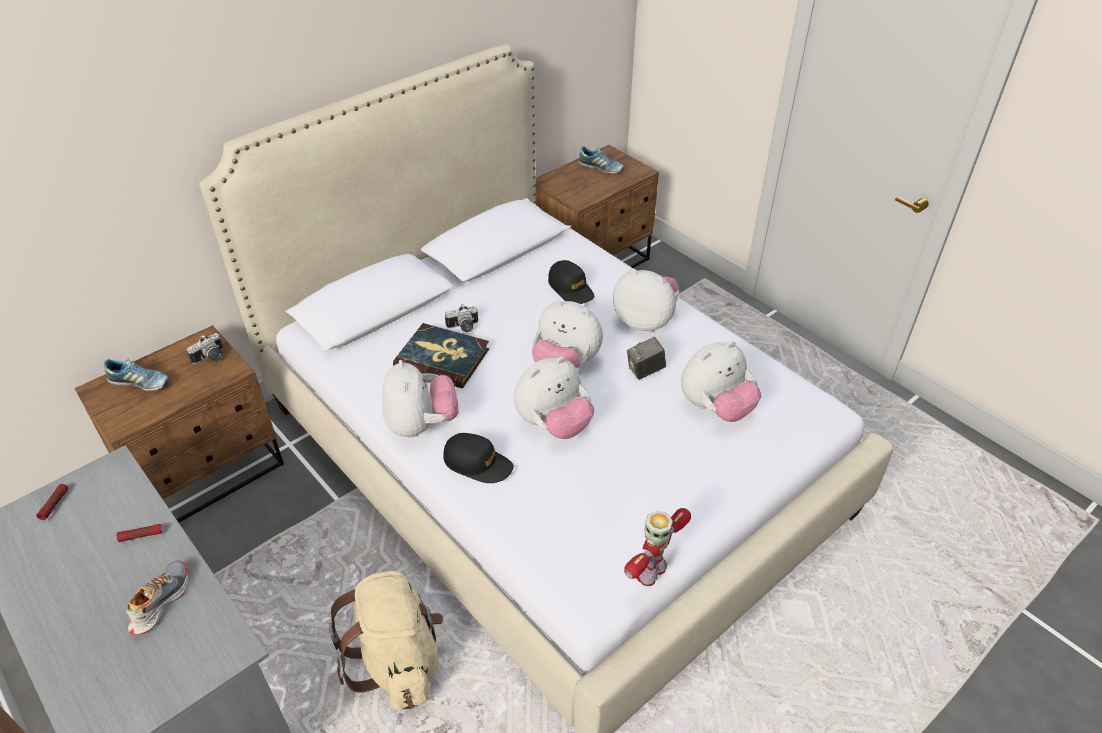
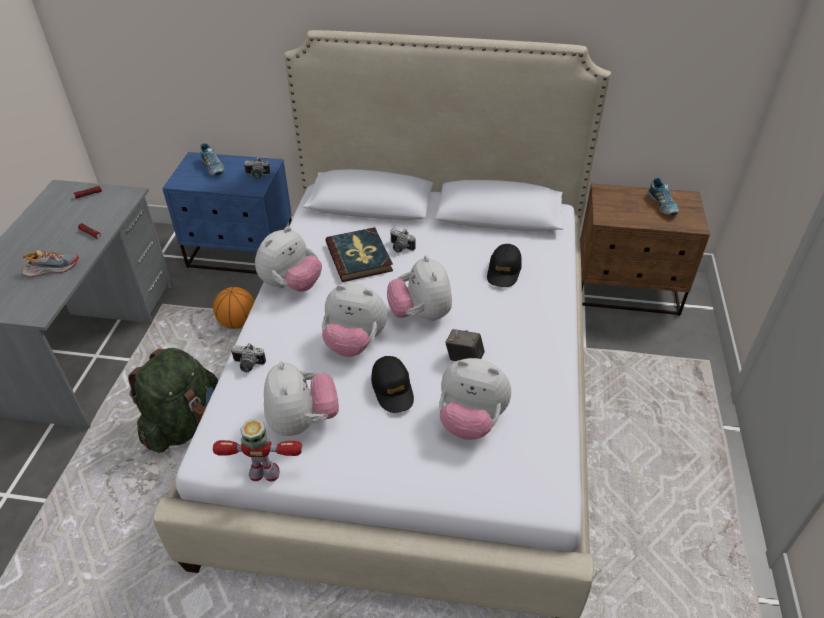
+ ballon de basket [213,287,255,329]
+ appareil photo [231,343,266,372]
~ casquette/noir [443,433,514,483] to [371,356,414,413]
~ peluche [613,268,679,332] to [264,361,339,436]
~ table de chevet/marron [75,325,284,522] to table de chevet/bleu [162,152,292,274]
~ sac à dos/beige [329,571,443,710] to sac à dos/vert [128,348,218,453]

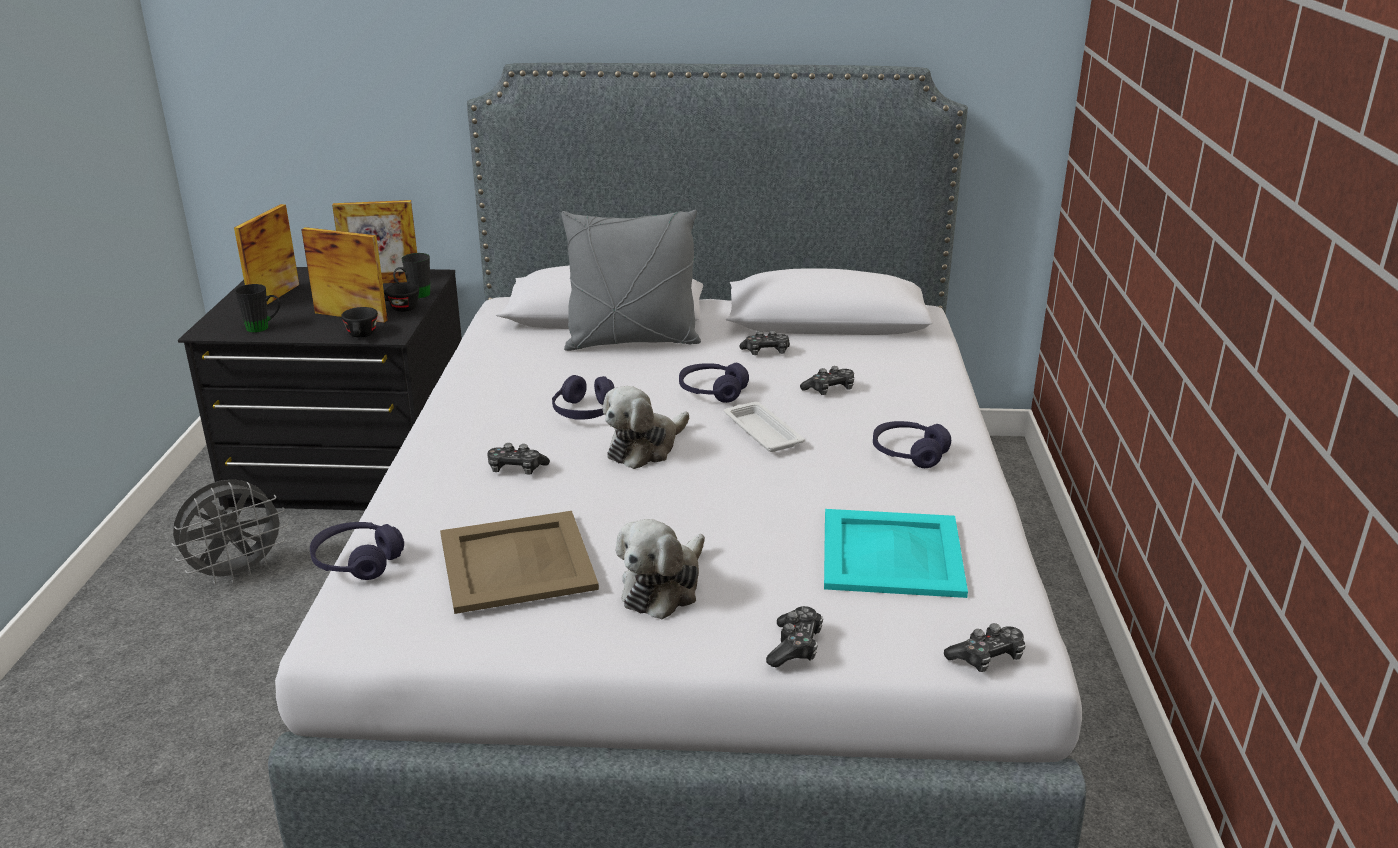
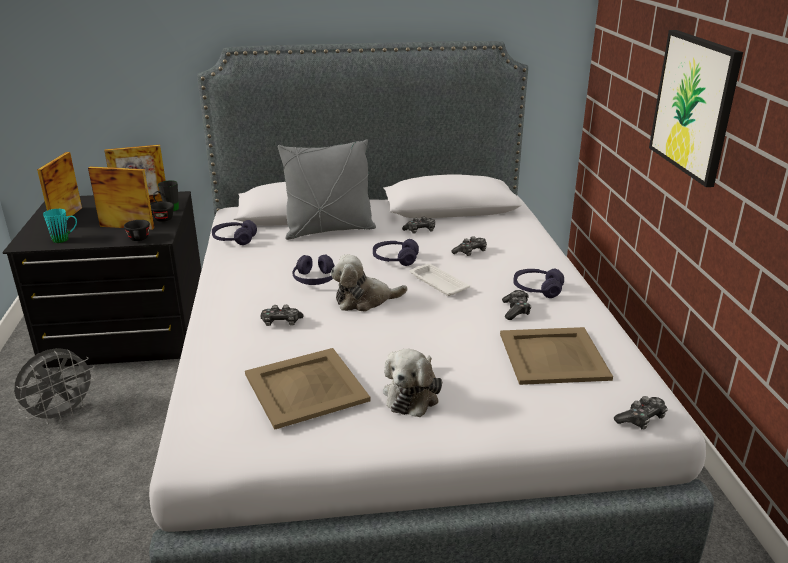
+ tableau [649,30,743,187]
~ casque audio/violet [310,522,404,580] to [212,220,257,245]
~ manette [766,606,823,668] to [502,290,531,320]
~ mug/noir [235,284,280,333] to mug/turquoise [43,209,77,243]
~ plateau/turquoise [824,509,968,598] to plateau/beige [500,327,613,385]
~ peluche [603,386,689,469] = [330,254,407,312] 45 degrees clockwise

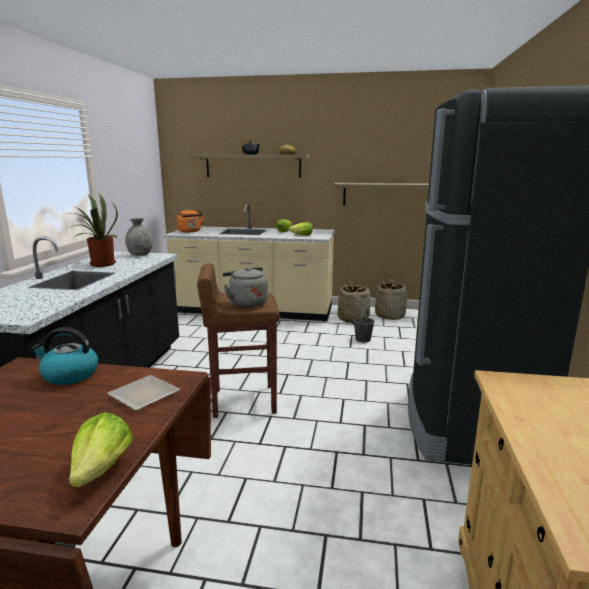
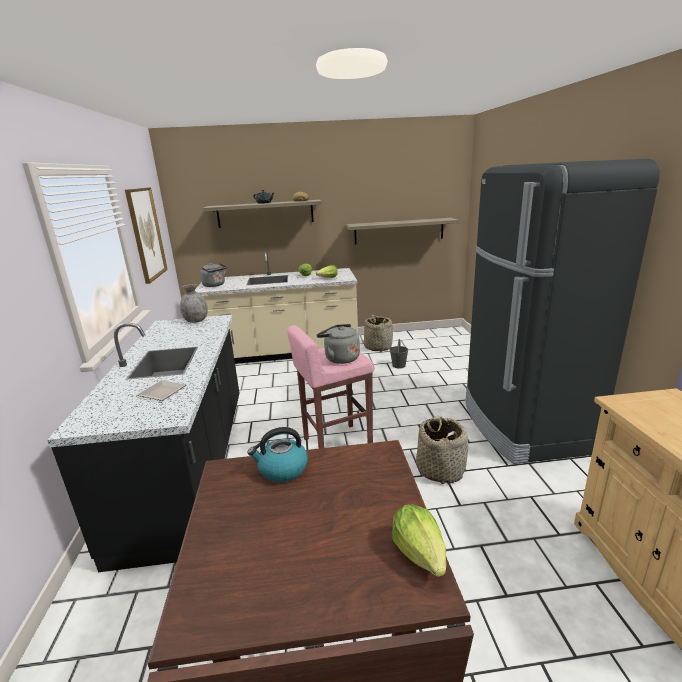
- plante en pot [70,194,118,267]
+ tableau [125,187,168,284]
~ assiette [107,375,181,411] to [137,380,186,401]
~ panier [375,279,408,320] to [416,416,468,484]
~ bouilloire/orange [177,209,204,232] to bouilloire/gris [200,263,227,287]
~ tabouret/marron [197,263,280,418] to tabouret/rose [287,325,374,449]

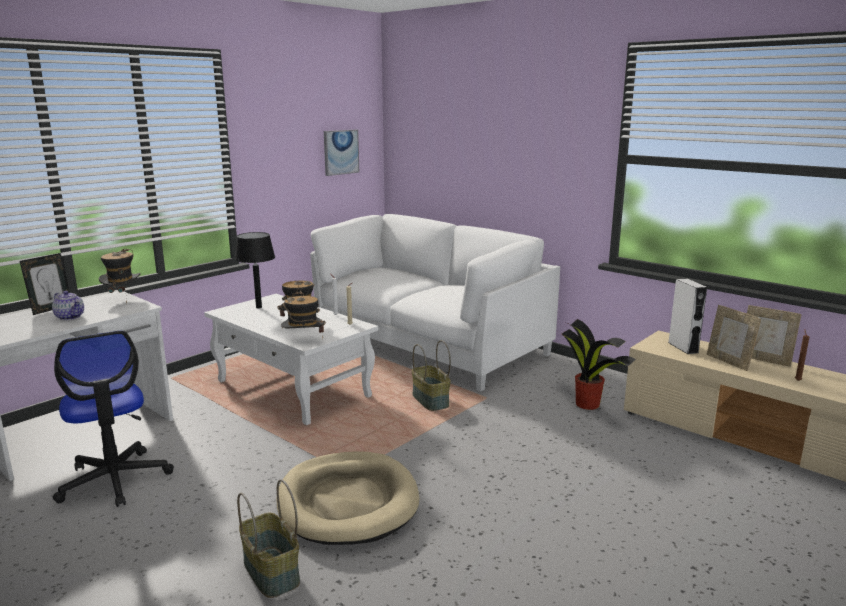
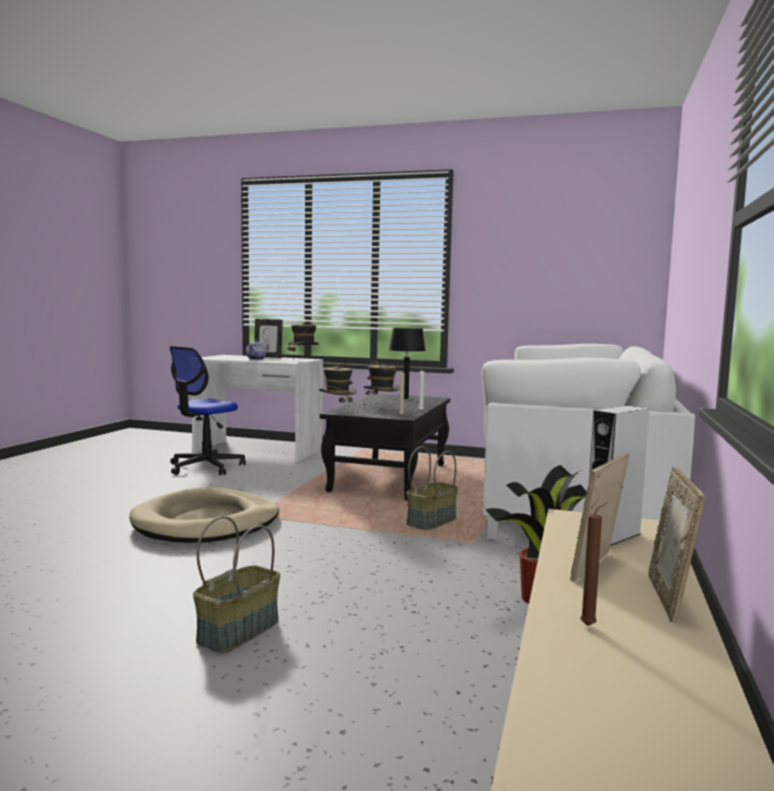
- tableau [324,130,359,176]
~ panier [237,479,300,598] to [193,516,280,653]
~ table basse/blanc [204,294,378,425] to table basse/noir [320,394,450,500]

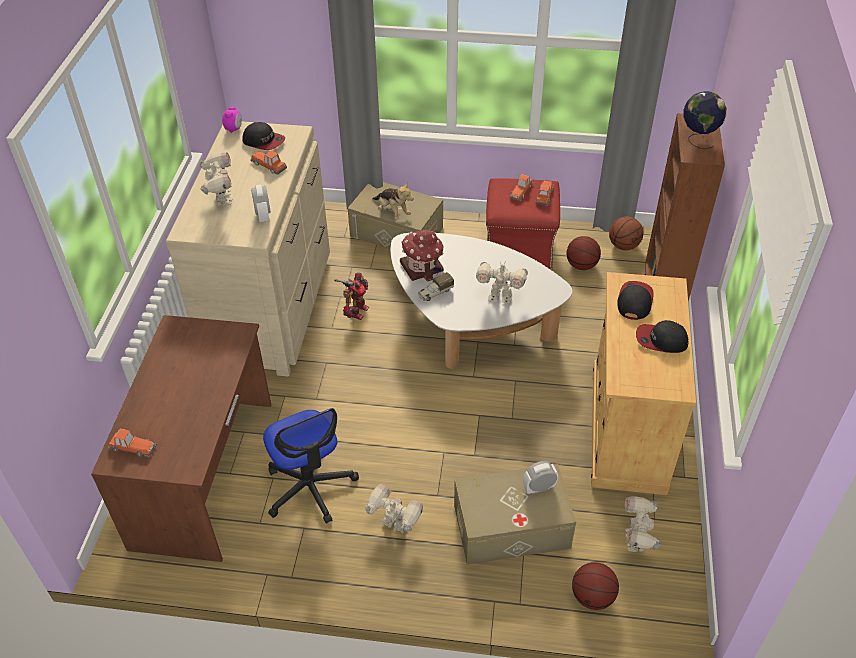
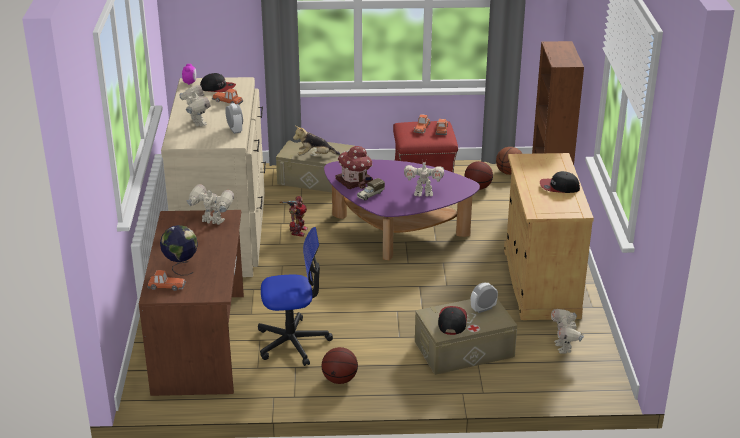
~ robot jouet [364,484,423,533] to [186,184,234,225]
~ ballon de basket [572,562,619,610] to [321,347,358,384]
~ casquette [617,281,654,320] to [438,306,467,335]
~ globe [684,91,726,149] to [160,225,198,276]
~ table basse/blanc [391,233,572,369] to table basse/violet [324,160,480,260]
~ chaise de bureau [263,408,359,524] = [258,227,333,366] 60 degrees counterclockwise
~ peluche [372,182,414,220] = [293,126,340,156] 135 degrees clockwise

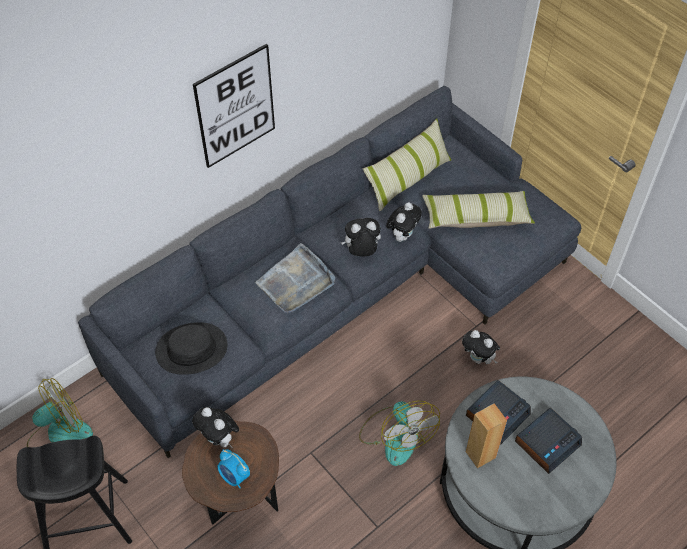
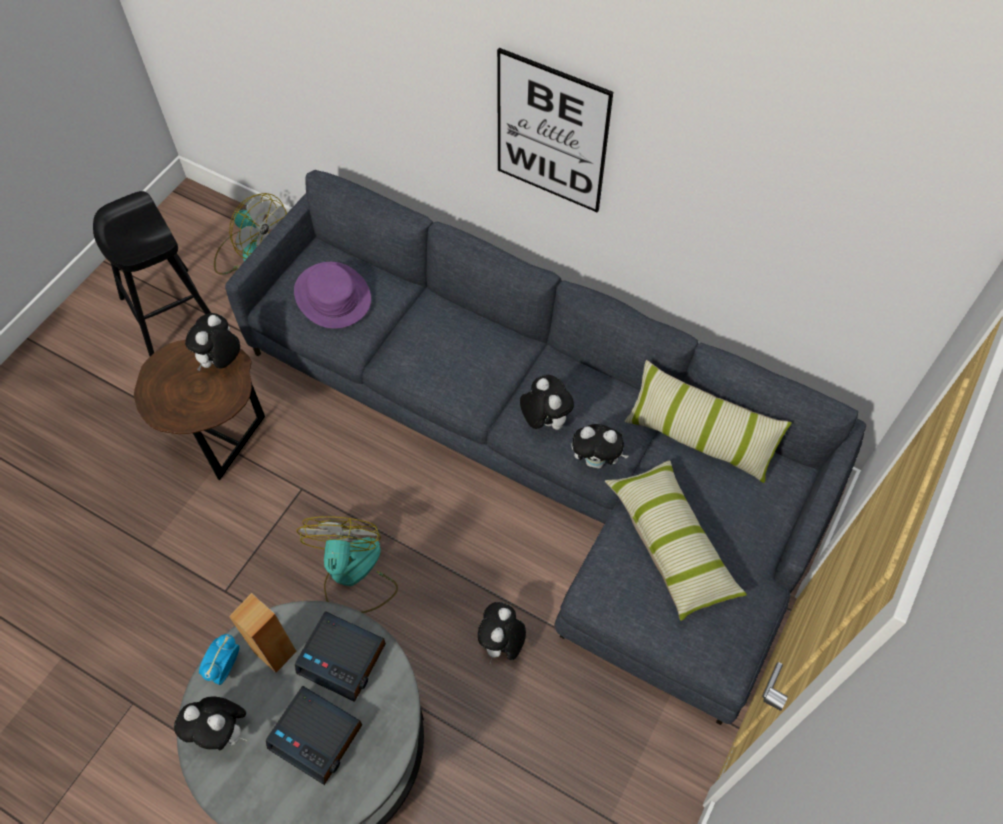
- plateau/gris [255,243,335,313]
+ peluche [174,696,247,751]
~ réveil [217,449,250,488] to [199,634,240,685]
~ chapeau/noir [155,322,227,375] to chapeau/violet [294,262,371,329]
~ ventilateur [359,401,440,466] = [297,516,398,613] 135 degrees clockwise

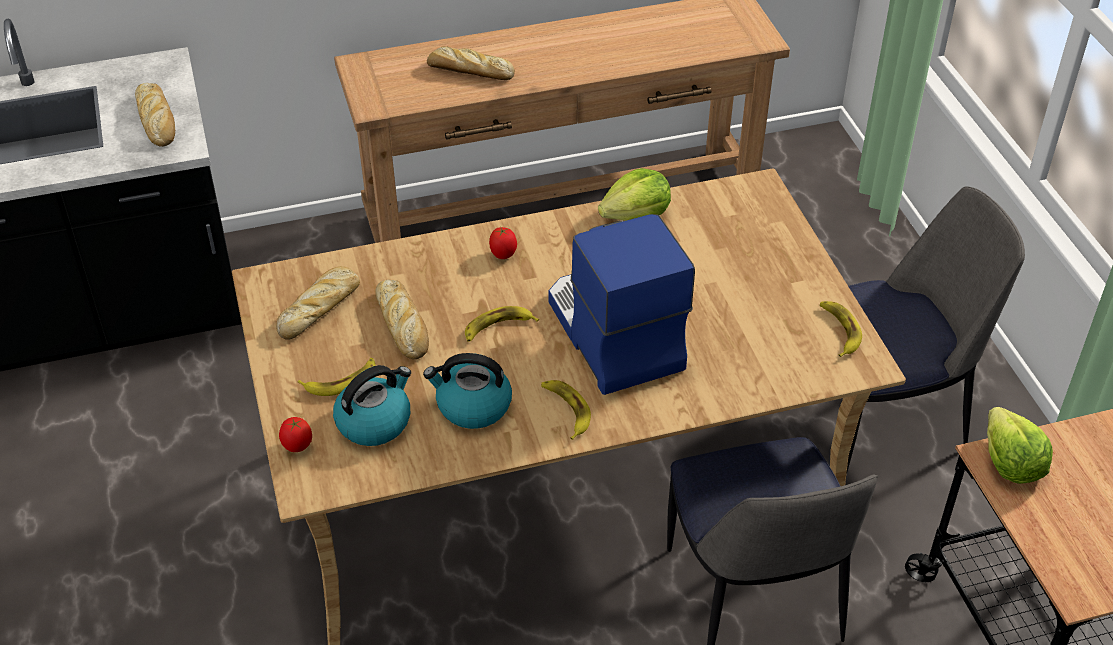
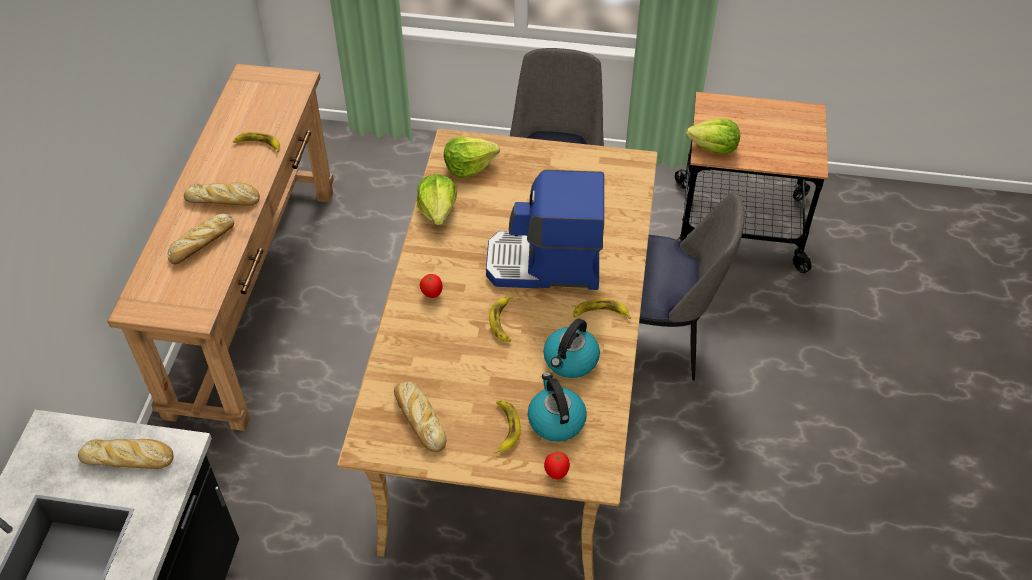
+ laitue [444,137,500,178]
~ pain [375,279,429,359] to [184,183,260,205]
~ banane [820,301,862,357] to [233,132,280,152]

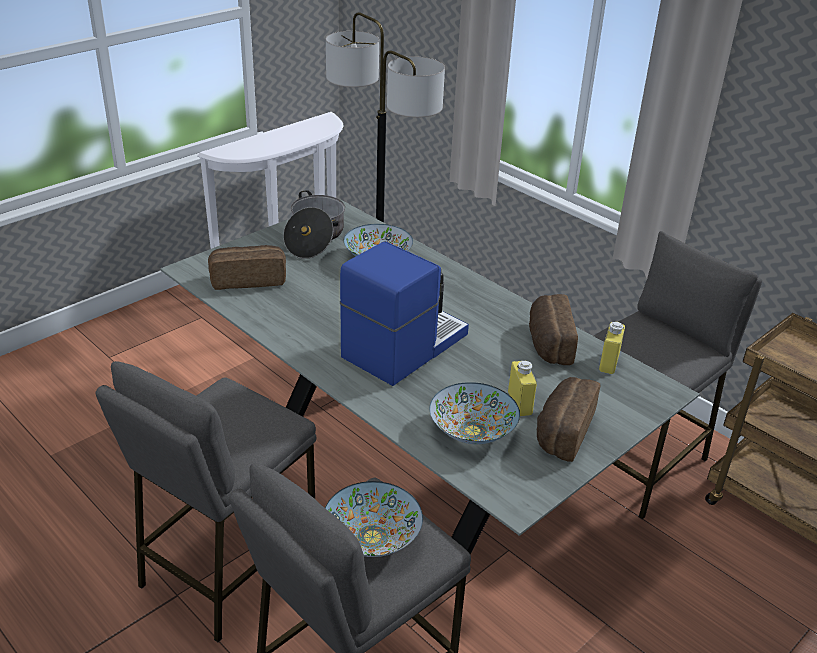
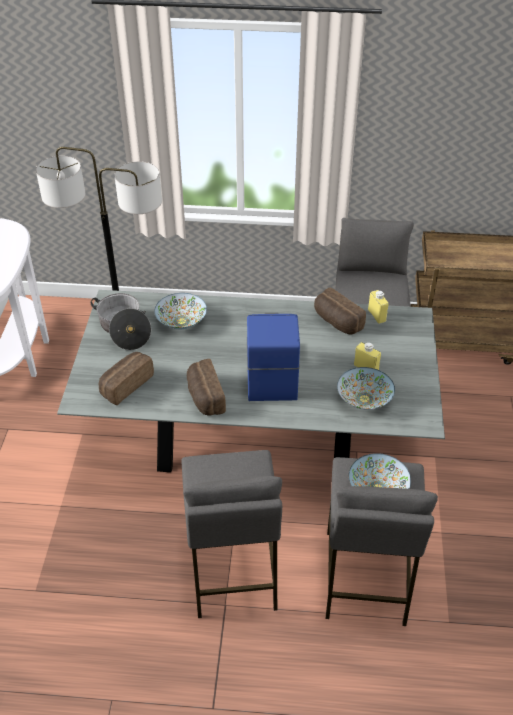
~ pain [537,377,600,462] to [187,359,226,416]

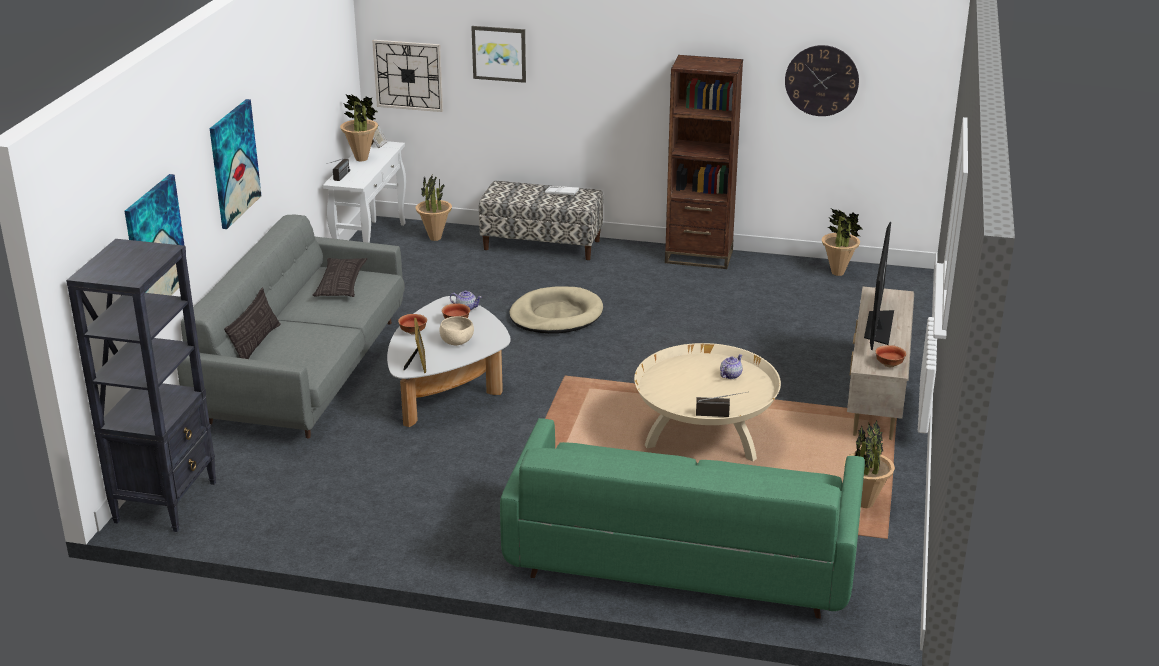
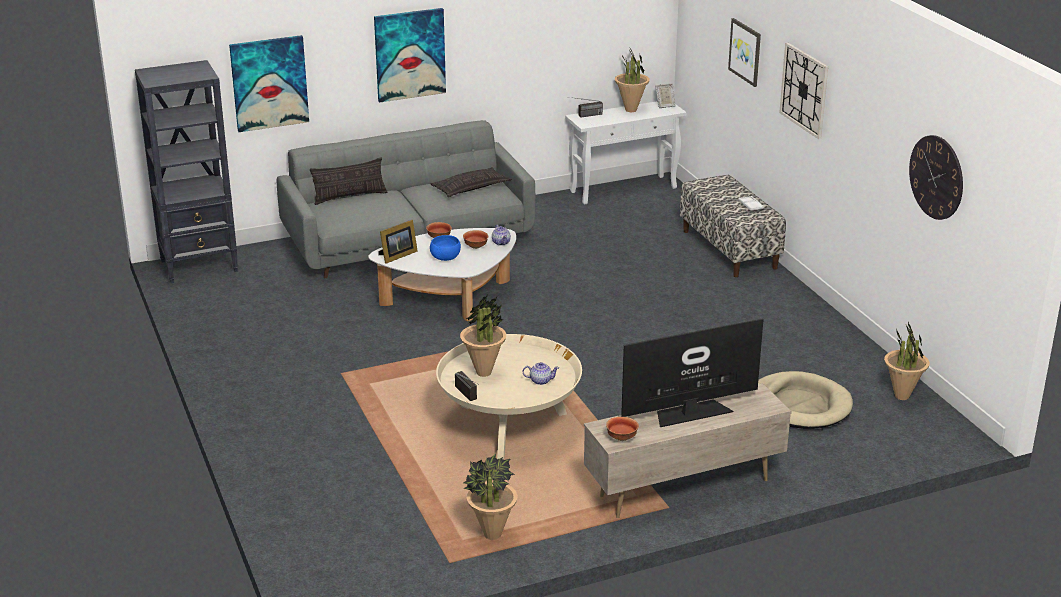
- canapé/vert [500,418,865,619]
- bibliothèque/marron [665,55,743,269]
~ horloge murale [372,40,443,112] to [779,43,828,139]
~ plante en pot [416,173,452,241] to [460,295,506,377]
~ panier pour chien/beige [510,286,603,334] to [758,371,853,429]
~ bol/beige [439,316,474,346] to bol/bleu [430,235,461,261]

